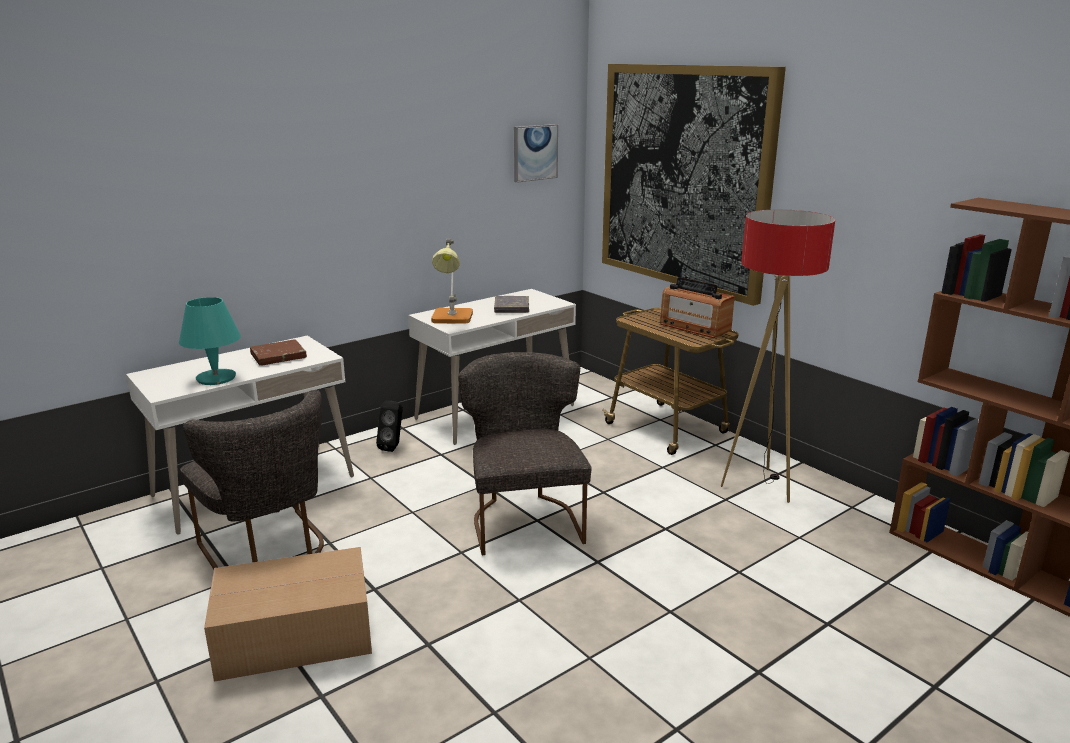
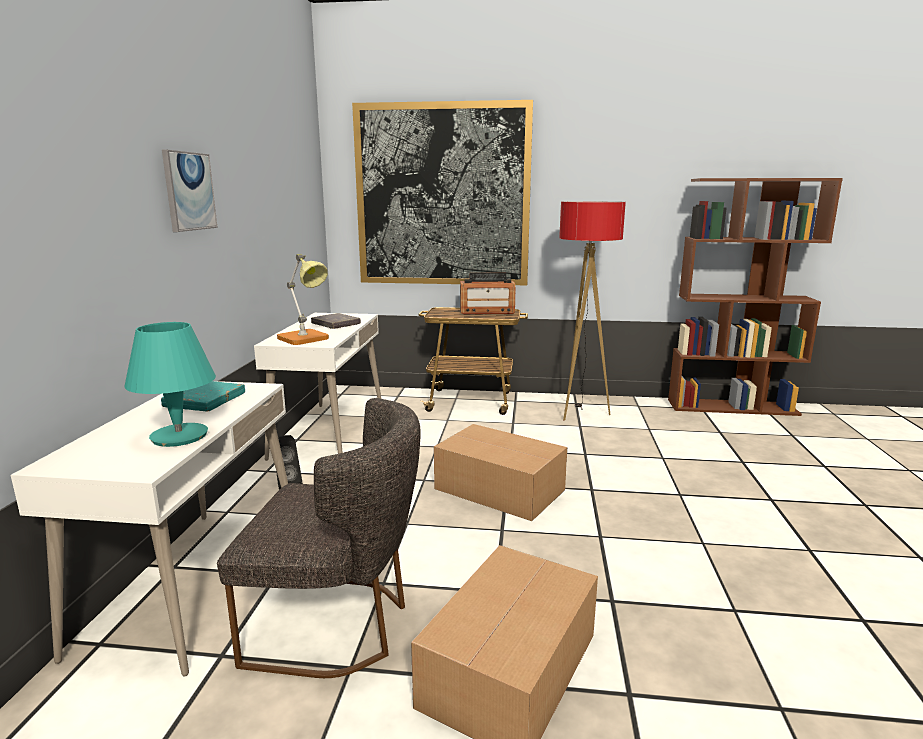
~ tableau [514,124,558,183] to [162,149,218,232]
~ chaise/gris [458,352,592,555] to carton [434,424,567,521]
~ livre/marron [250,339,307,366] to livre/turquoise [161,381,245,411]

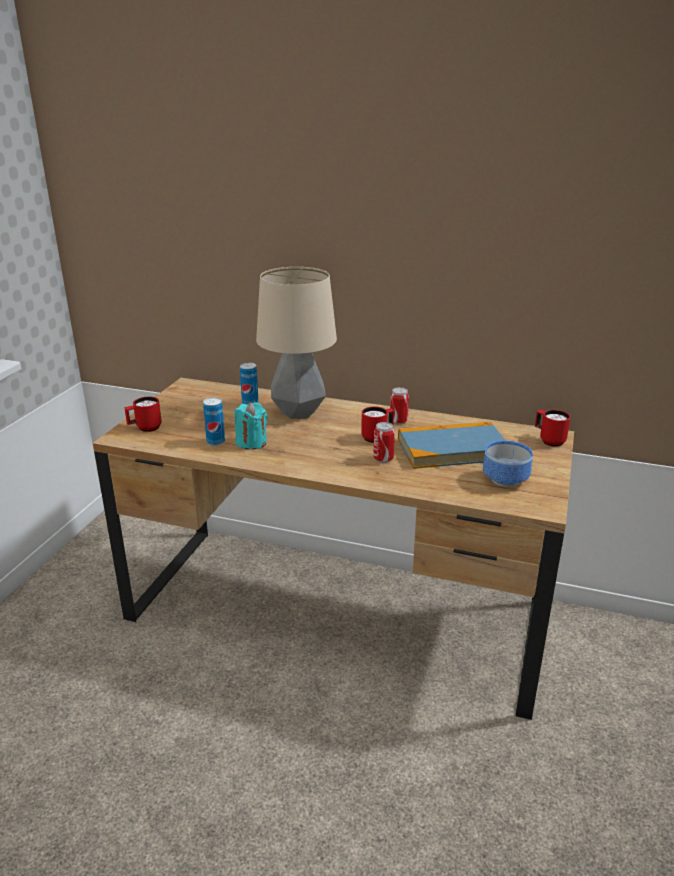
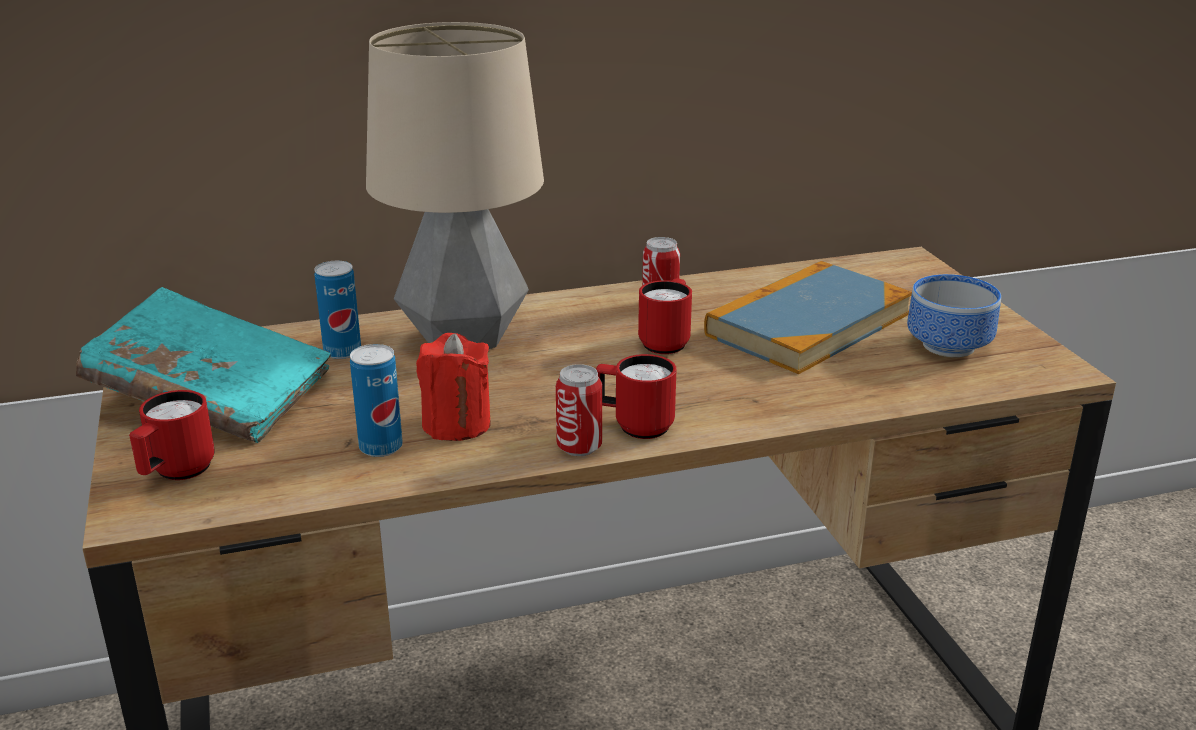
+ livre/turquoise [76,287,331,443]
~ boîte métallique [373,422,395,463] to [556,364,602,456]
~ mug/rouge [535,410,571,447] to [596,354,677,439]
~ bougie/turquoise [235,402,268,450] to bougie/rouge [416,333,491,441]

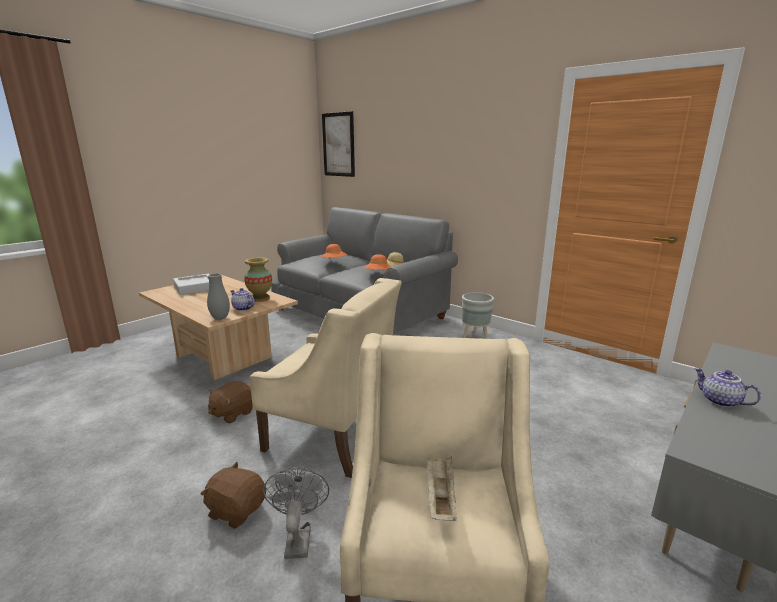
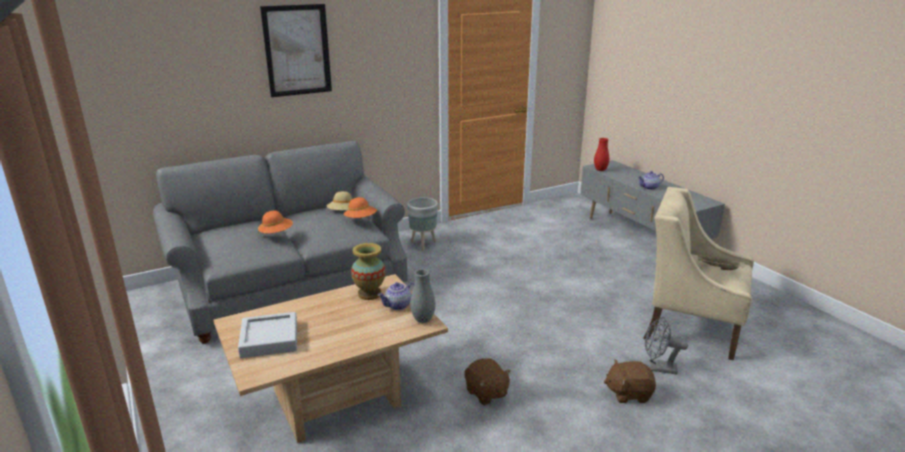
- fauteuil/beige [249,278,402,478]
+ vase/rouge [594,138,609,171]
~ tableau [322,111,355,177] to [260,4,332,97]
~ peluche/marron [200,462,266,529] = [604,359,656,403] 45 degrees clockwise

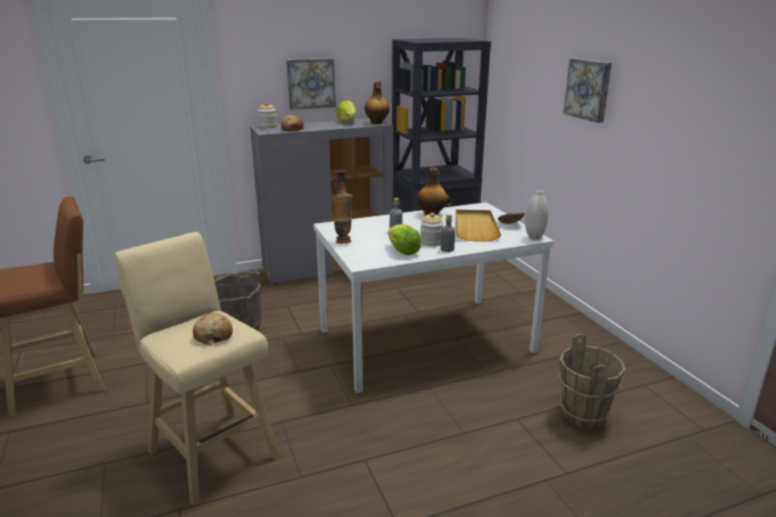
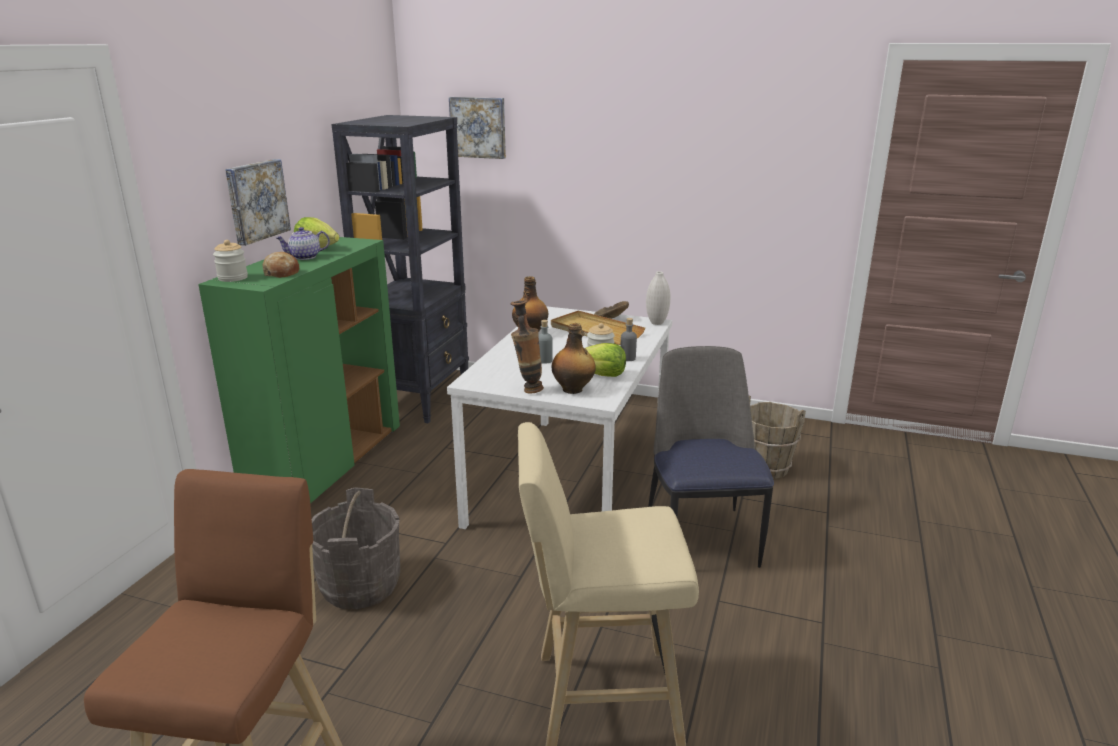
- pain [193,313,233,345]
+ théière [276,227,330,260]
+ chaise [648,346,774,568]
~ bouteille [365,81,390,124] to [552,323,596,394]
~ tableau [563,58,612,123] to [449,97,506,159]
~ meuble de rangement/gris [250,118,393,285] to meuble de rangement/vert [198,237,400,504]

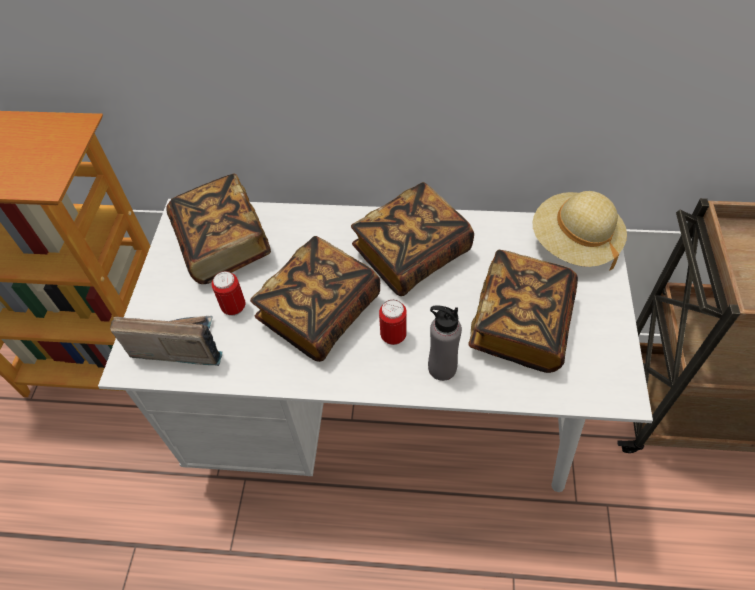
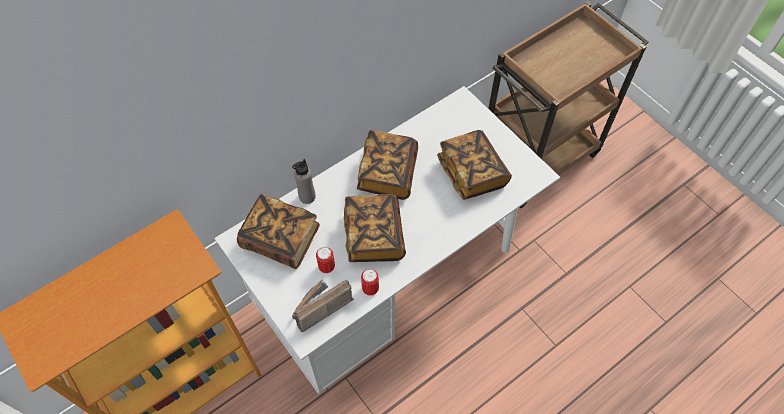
- chapeau/beige [533,191,627,270]
~ boîte métallique [379,300,407,345] to [361,269,379,295]
~ bouteille/gris [428,306,462,381] to [292,159,316,204]

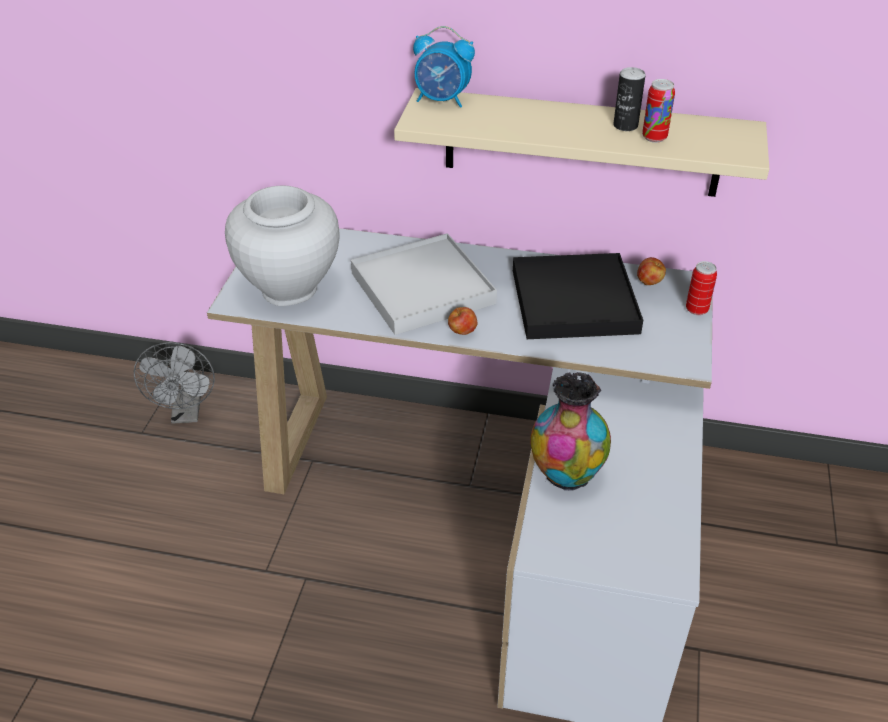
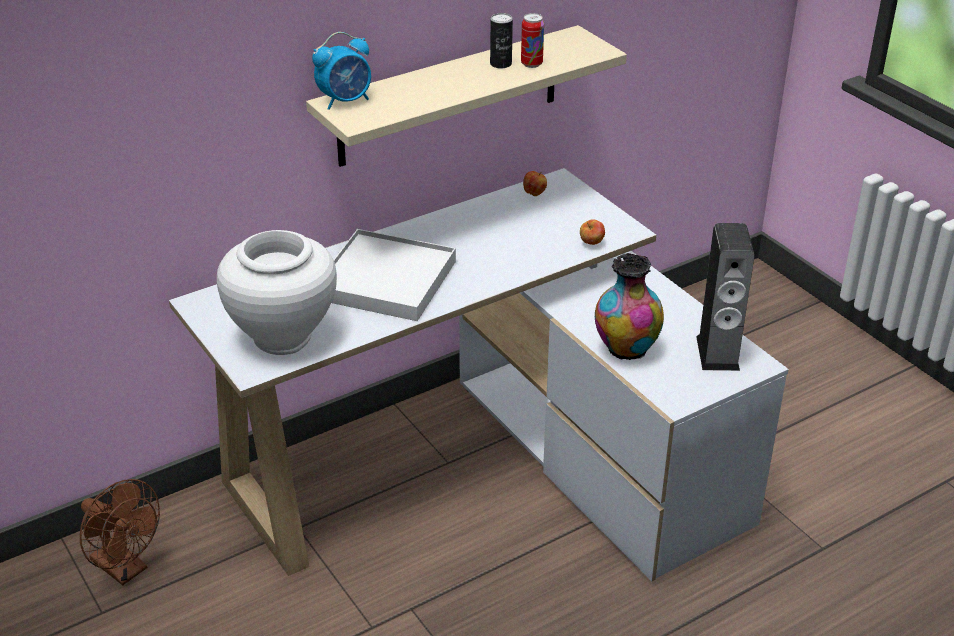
- plateau/noir [513,253,643,339]
- boîte métallique [686,261,717,315]
+ enceinte [696,223,755,371]
~ pomme [448,307,477,335] to [580,219,605,245]
~ ventilateur/gris [134,342,215,424] to ventilateur/marron [80,479,160,585]

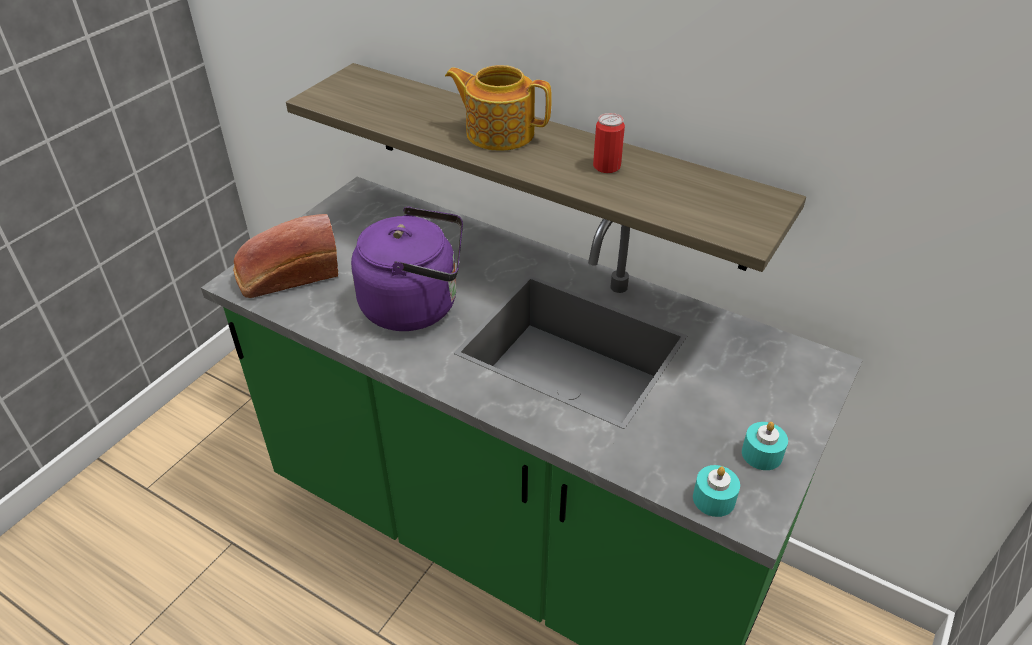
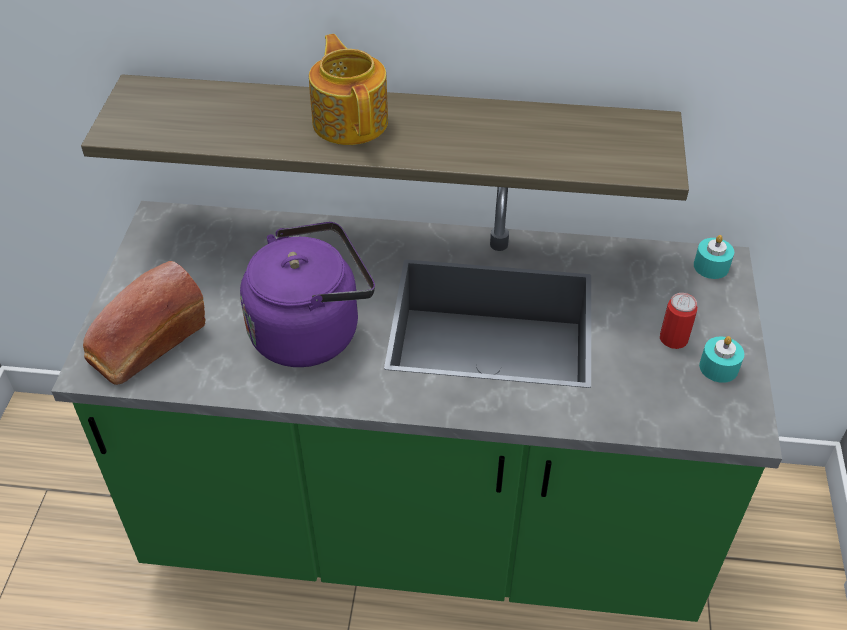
~ boîte métallique [593,113,625,173] to [660,293,697,349]
~ bougie/turquoise [693,465,740,517] to [694,235,734,279]
~ théière [445,65,552,151] = [309,34,388,145] 75 degrees clockwise

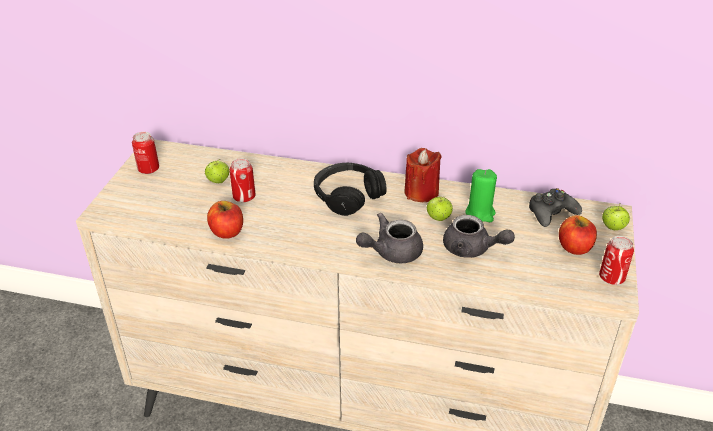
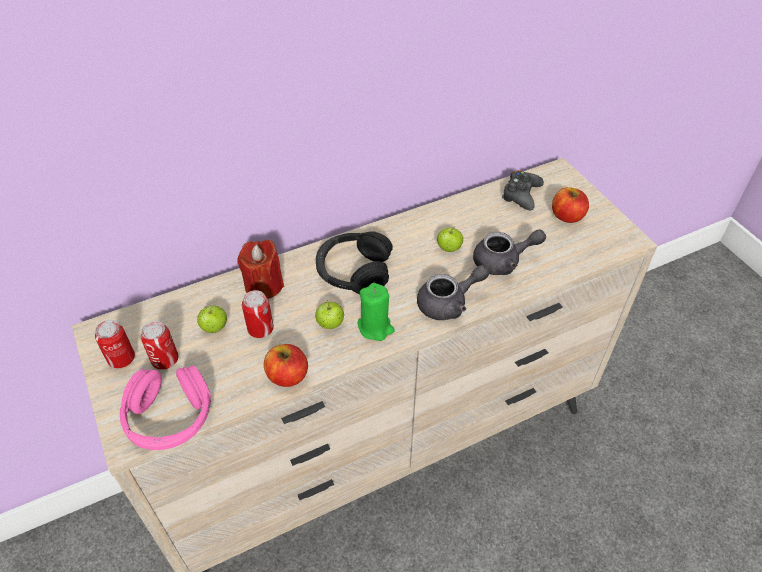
+ casque audio/rose [120,366,211,450]
~ bougie/rouge [404,148,442,202] to [237,240,284,299]
~ bougie/vert [465,169,497,222] to [358,283,395,341]
~ boîte métallique [599,236,634,285] to [141,321,178,370]
~ pomme [602,204,630,230] to [315,300,344,329]
~ théière/gris [356,213,423,264] = [417,265,489,320] 135 degrees counterclockwise

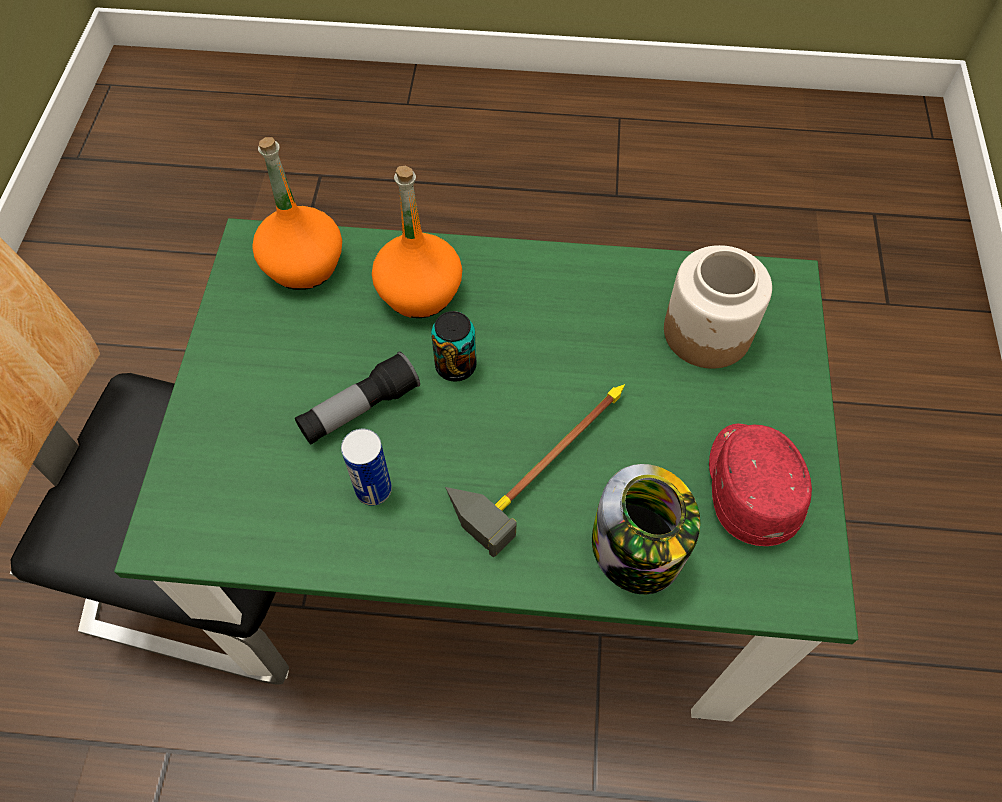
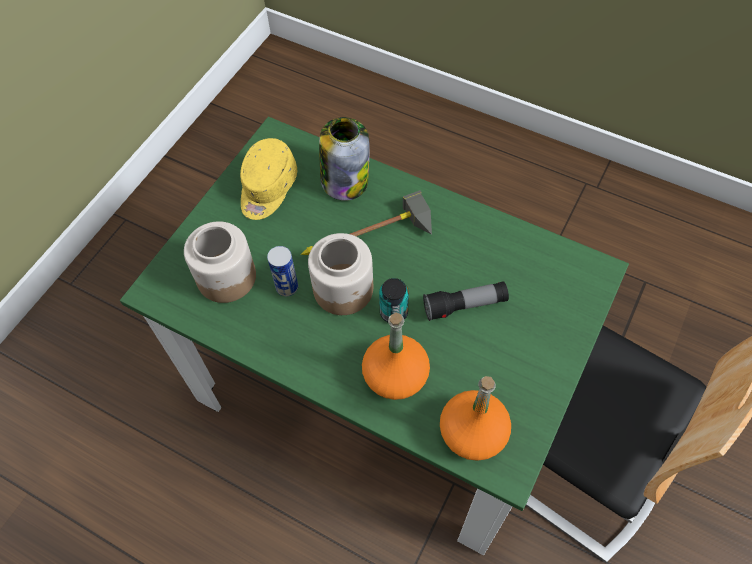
+ bocal [308,233,373,315]
~ boîte métallique [341,429,392,506] to [267,246,298,296]
~ casquette/rouge [709,423,812,546] to casquette/jaune [240,138,298,220]

